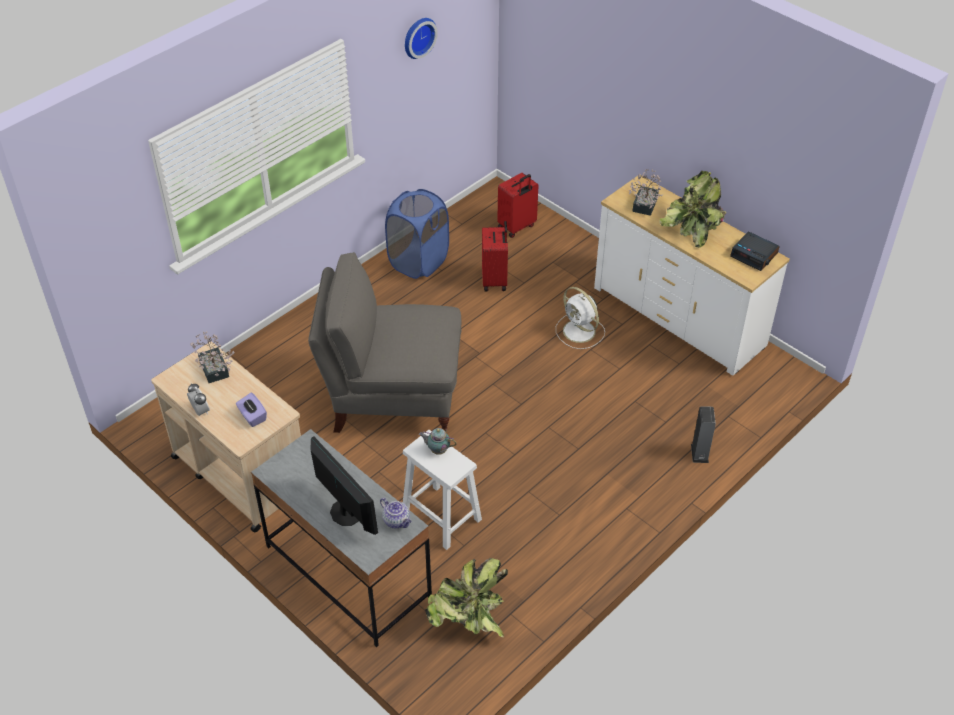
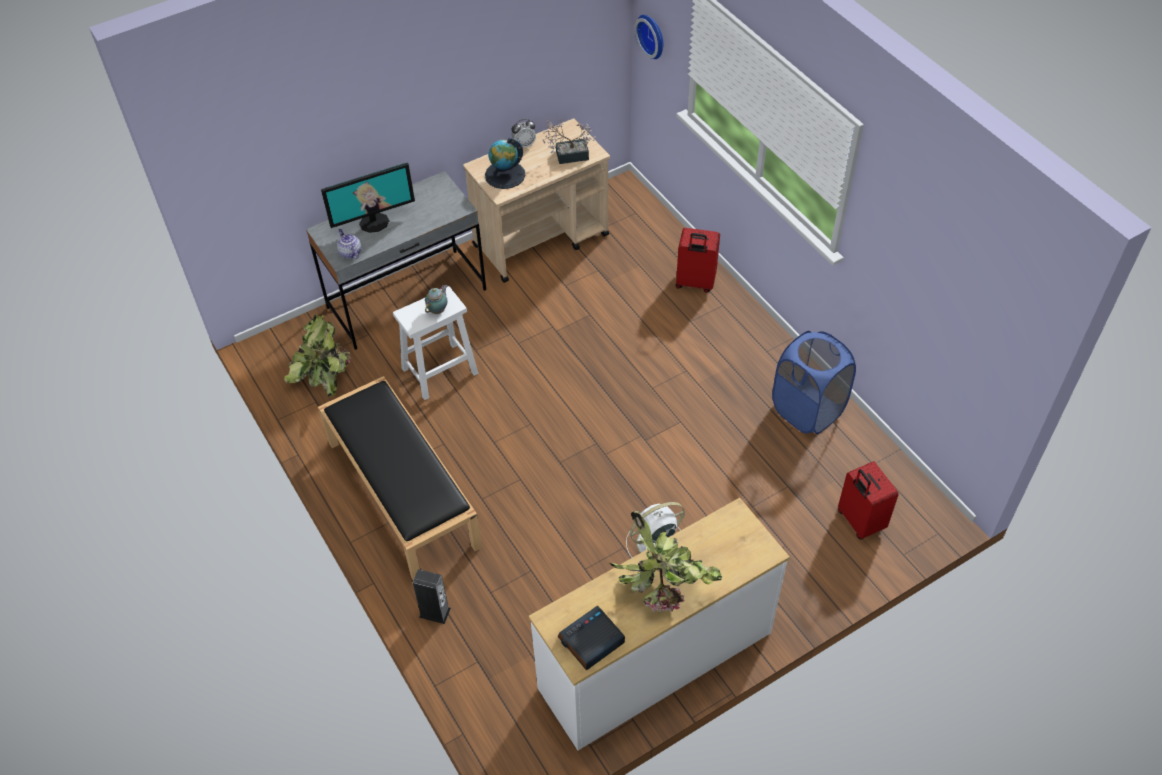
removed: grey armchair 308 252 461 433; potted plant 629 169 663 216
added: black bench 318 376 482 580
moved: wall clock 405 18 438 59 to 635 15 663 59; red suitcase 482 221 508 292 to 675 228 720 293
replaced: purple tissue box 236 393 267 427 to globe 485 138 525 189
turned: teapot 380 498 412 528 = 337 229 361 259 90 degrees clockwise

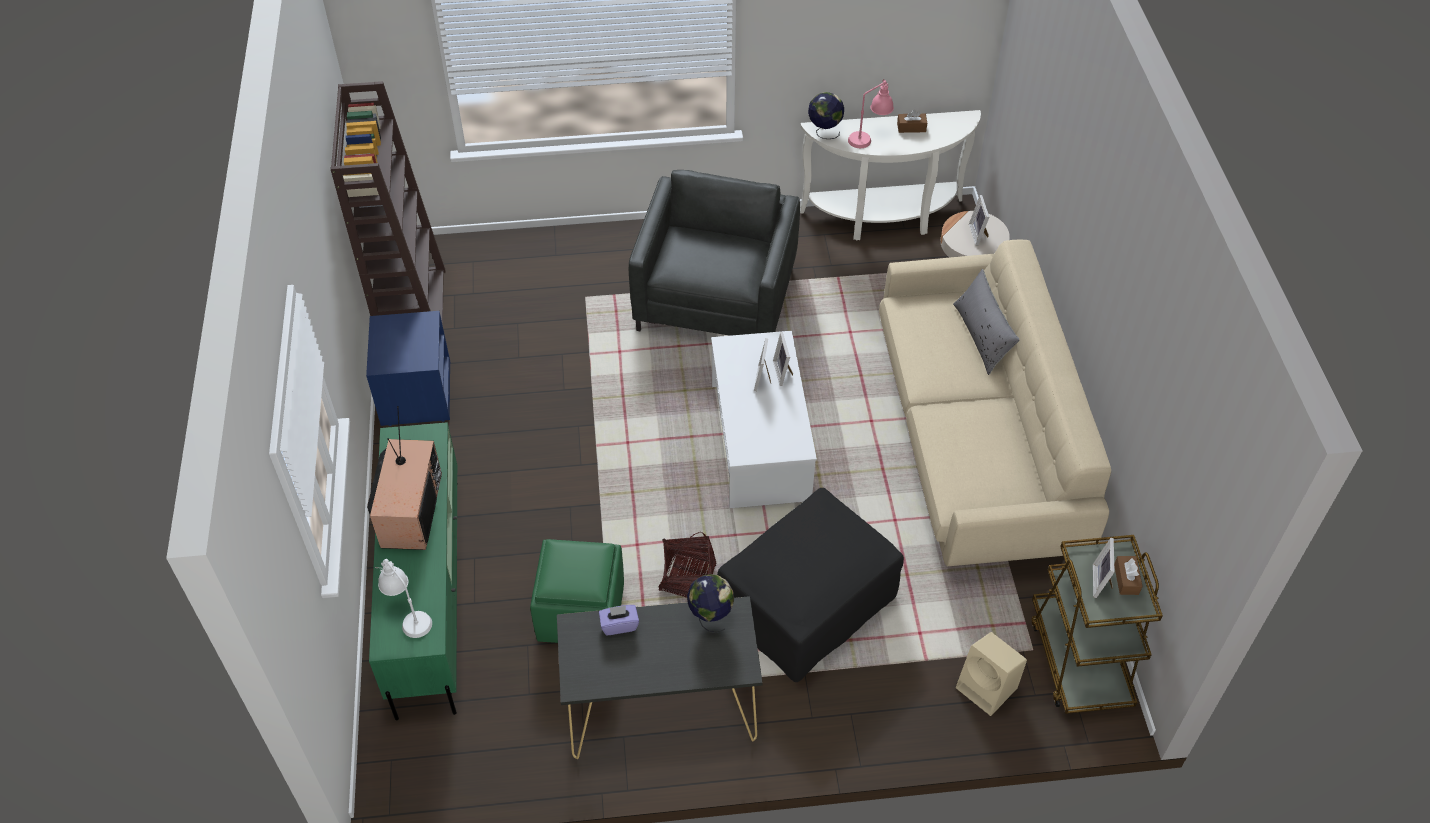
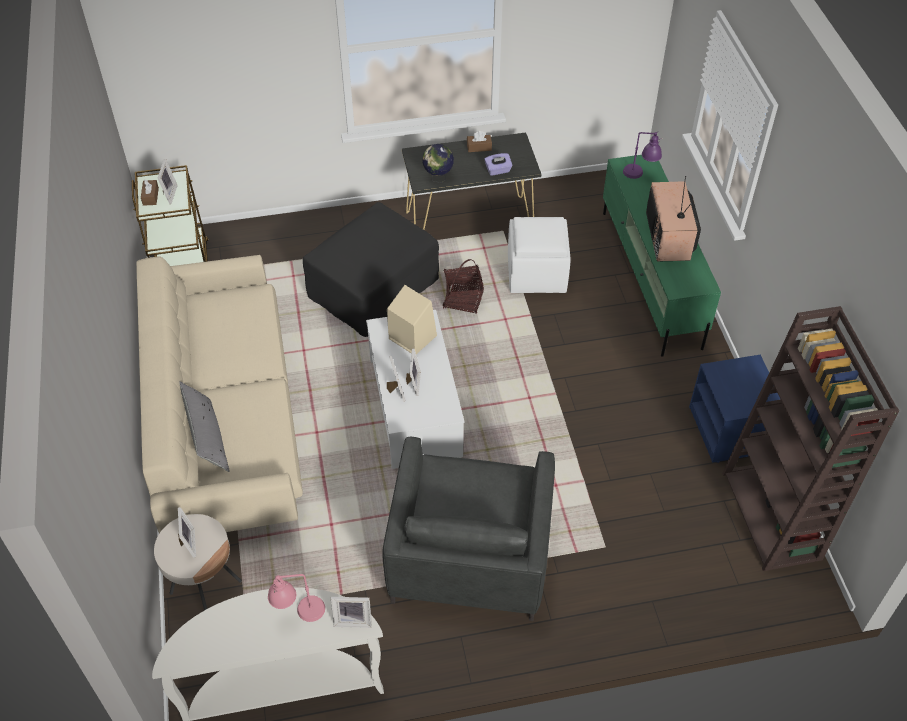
moved: brown tissue box 897 110 927 133 to 467 131 492 152; beige speaker 956 632 1027 716 to 387 285 437 354
replaced: globe 808 92 844 139 to picture frame 331 597 372 628
recoloured: white table lamp 375 559 432 638 to purple table lamp 623 132 663 179; green ottoman 530 539 624 643 to white ottoman 508 217 571 293

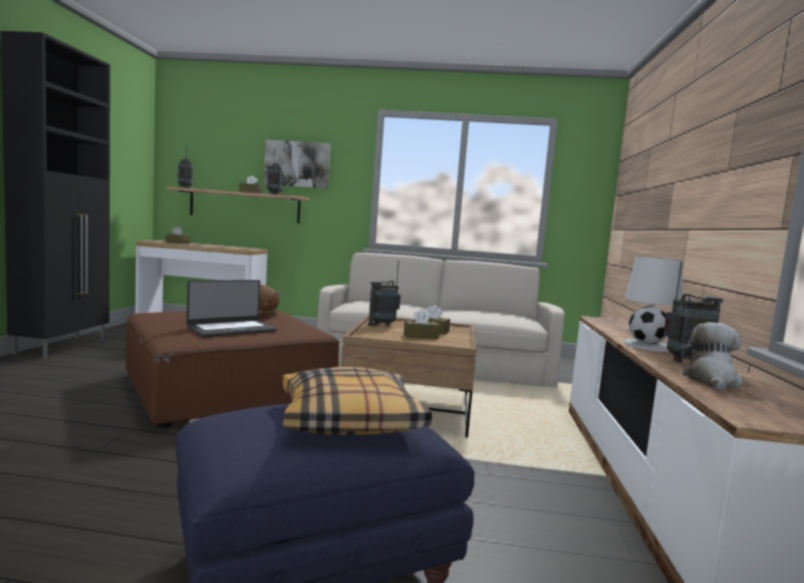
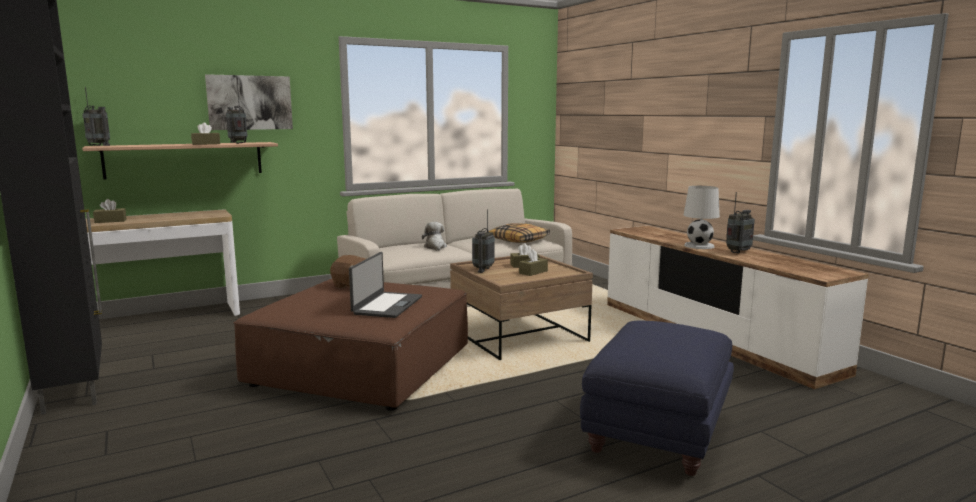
moved: pillow 283 367 432 435 to 489 223 550 243; plush toy 680 322 743 391 to 422 222 447 251

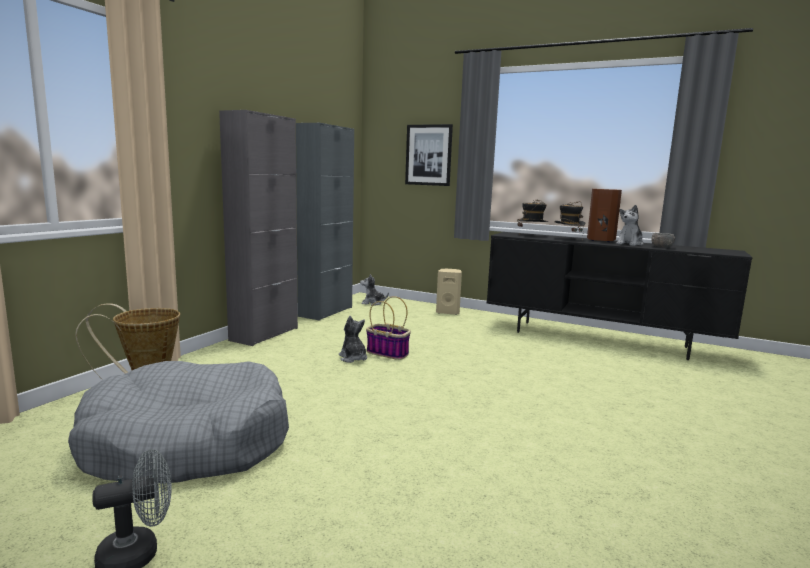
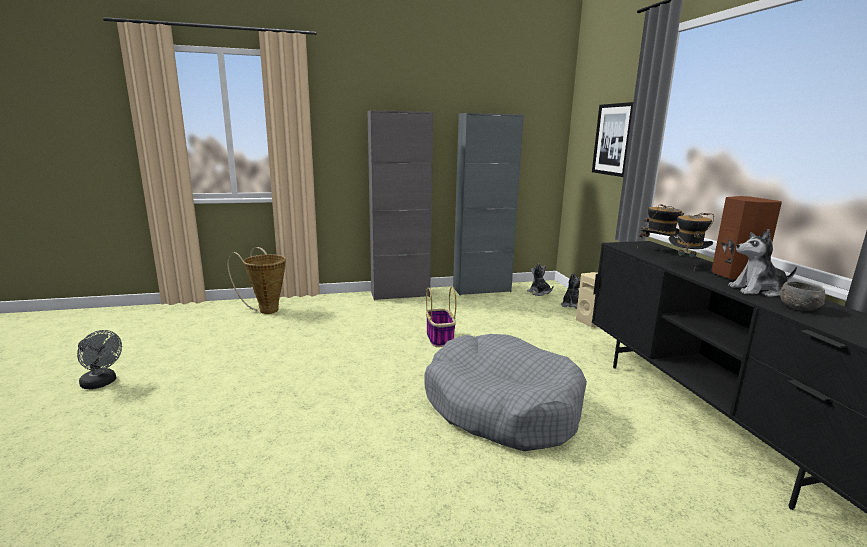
moved: grey dog bed 68 361 289 483 to 424 334 587 451; plush toy 339 316 367 363 to 561 273 580 309

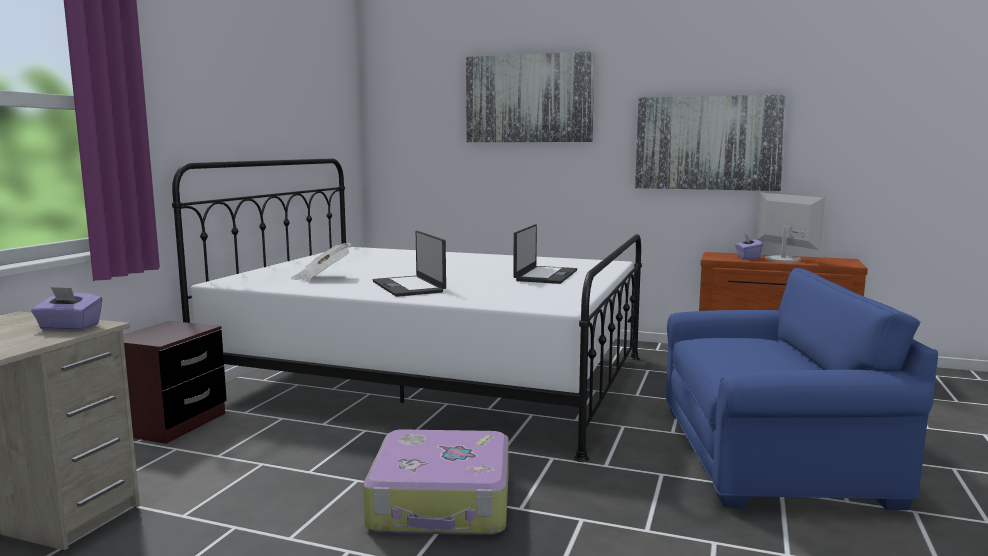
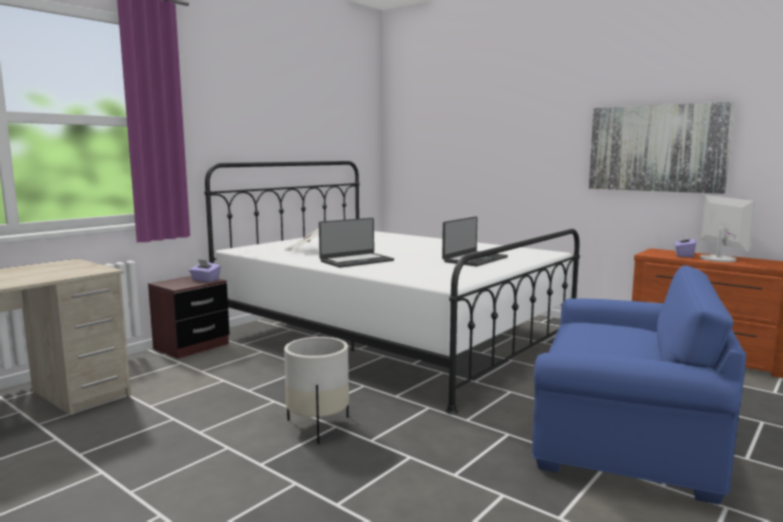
removed: picture 466 51 595 142
moved: purple tissue box 31 287 103 331 to 189 259 221 282
replaced: suitcase 363 429 509 535 to white planter 284 337 349 444
turned: laptop 373 231 446 297 = 319 218 394 268 120 degrees counterclockwise

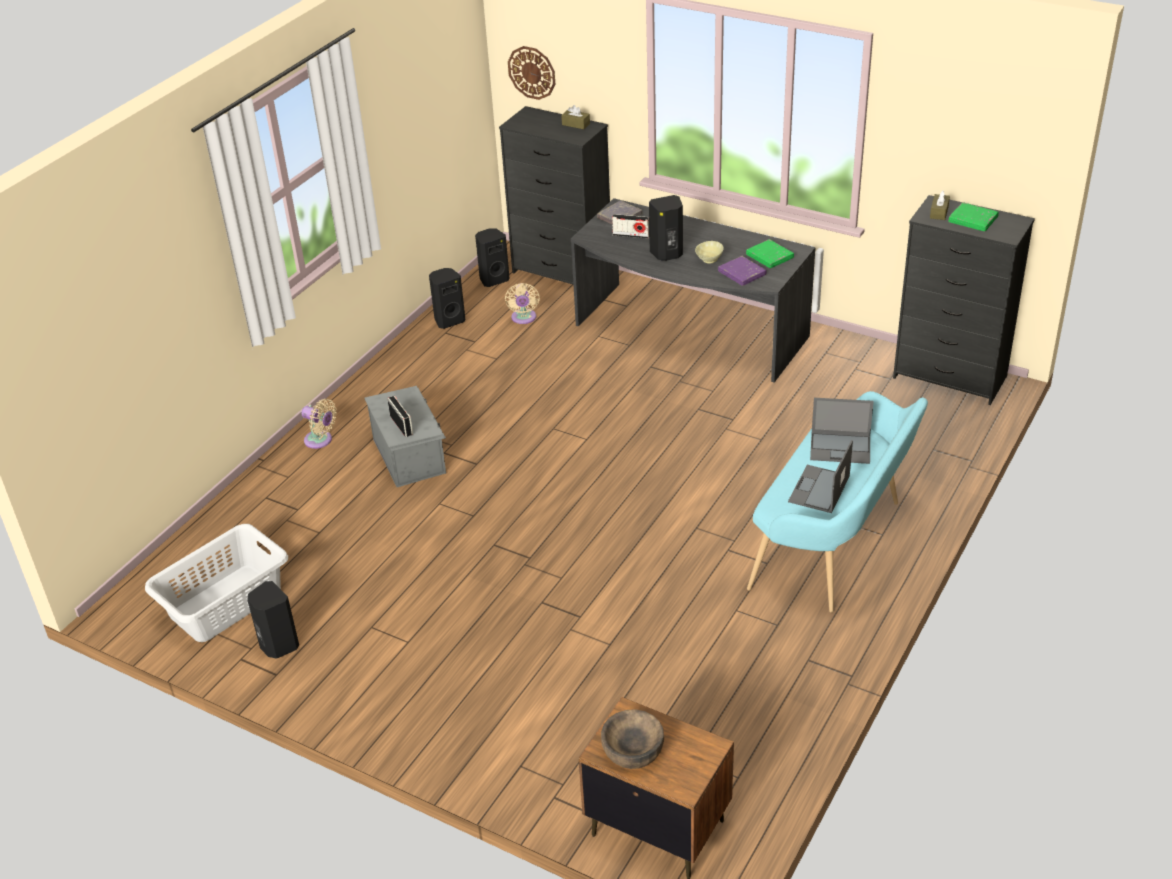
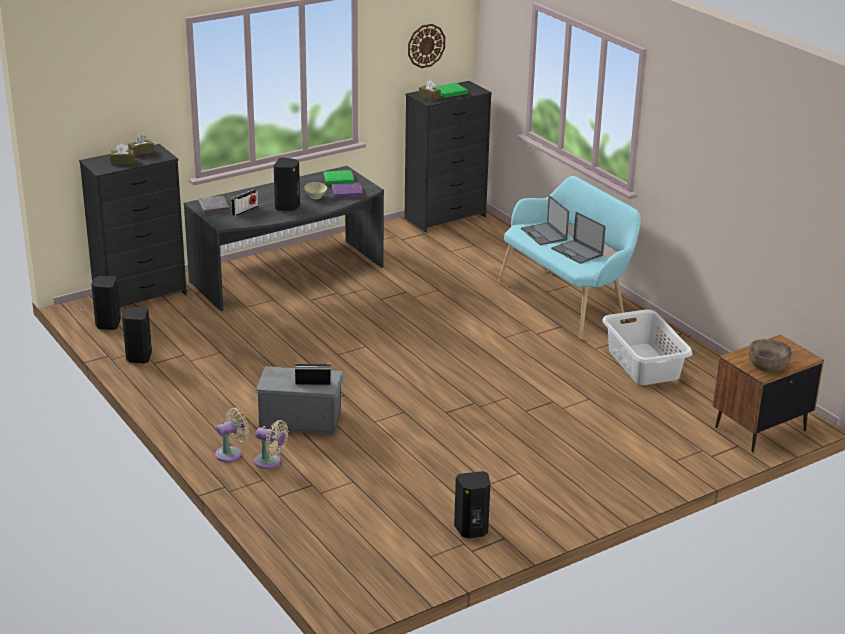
added: brown tissue box 110 143 135 164
moved: grey laundry basket 145 524 288 642 to 602 309 692 385; beige fan 505 283 540 324 to 254 420 289 469; wall clock 508 46 555 100 to 408 24 445 68
turned: laptop 810 398 874 464 = 521 195 569 245 120 degrees clockwise

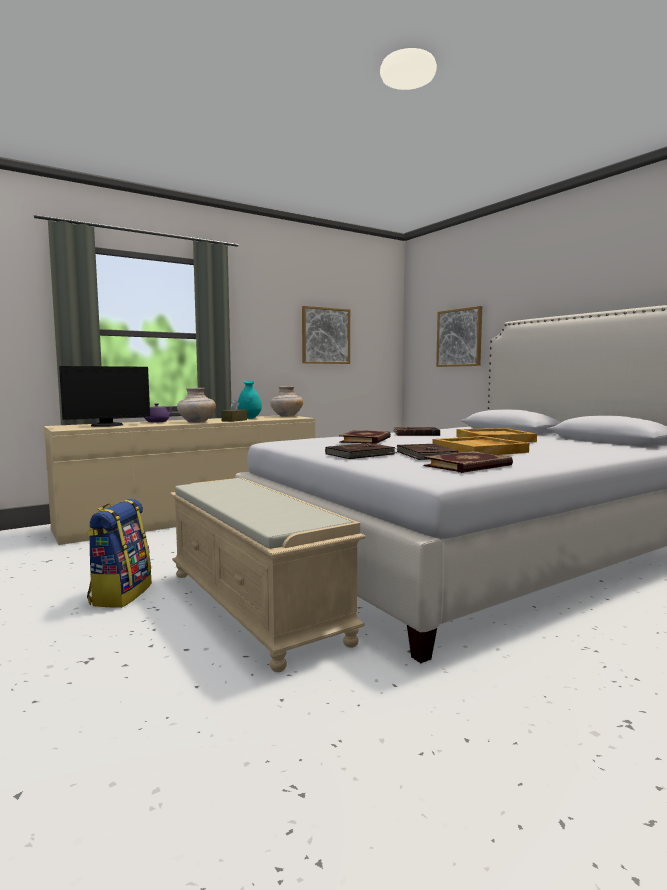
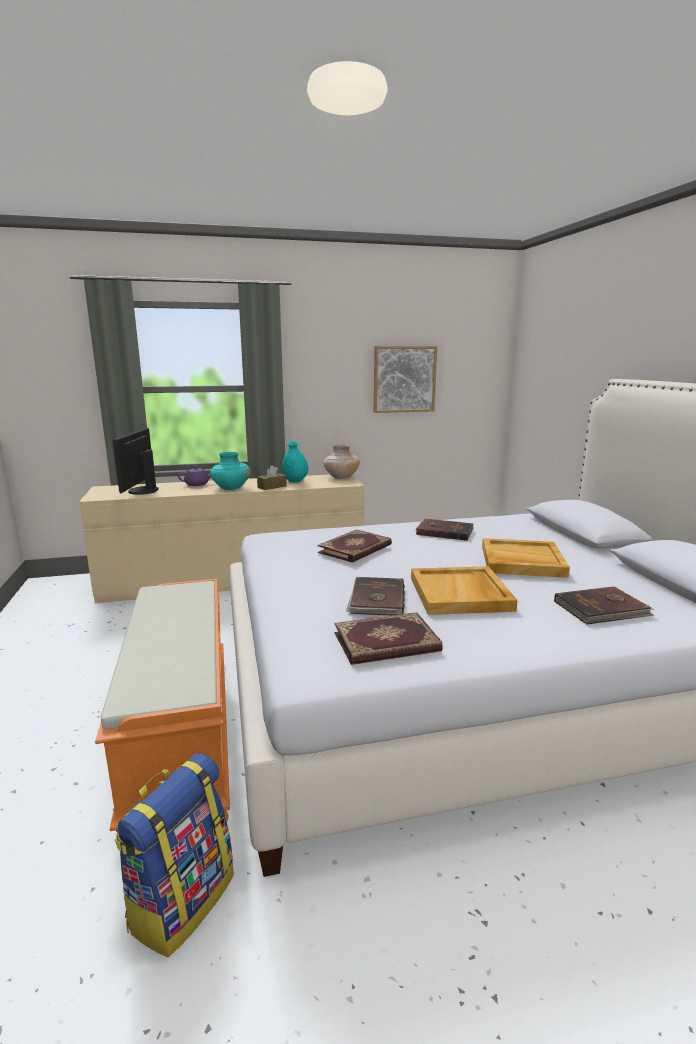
removed: picture 436 306 482 367
moved: backpack 87 499 151 608 to 115 753 234 957; brown book 325 443 398 459 to 554 586 654 625
recoloured: beige bench 170 478 366 672 to orange bench 95 579 230 841; beige vase 177 388 216 423 to turquoise vase 210 452 250 490
turned: monitor 59 366 150 427 = 113 428 159 495 105 degrees clockwise

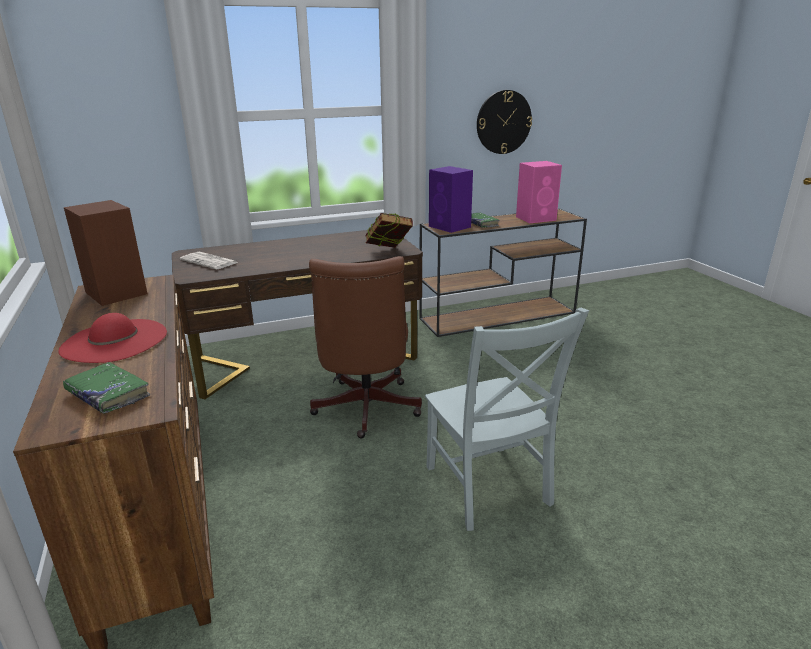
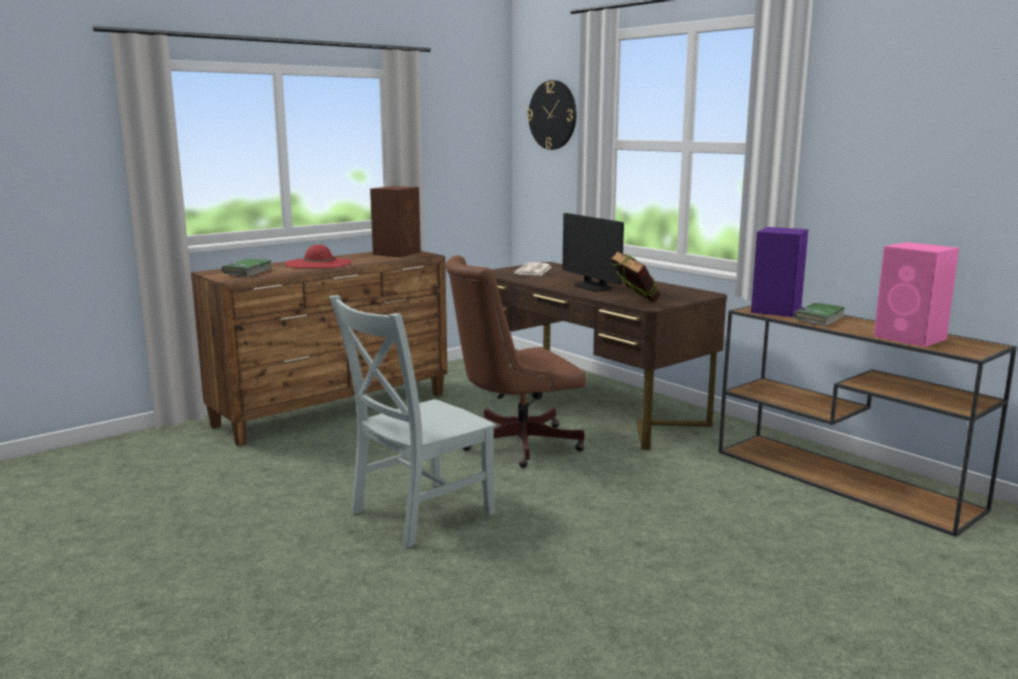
added: monitor 562 213 624 292
moved: wall clock 477 90 532 154 to 527 80 576 150

